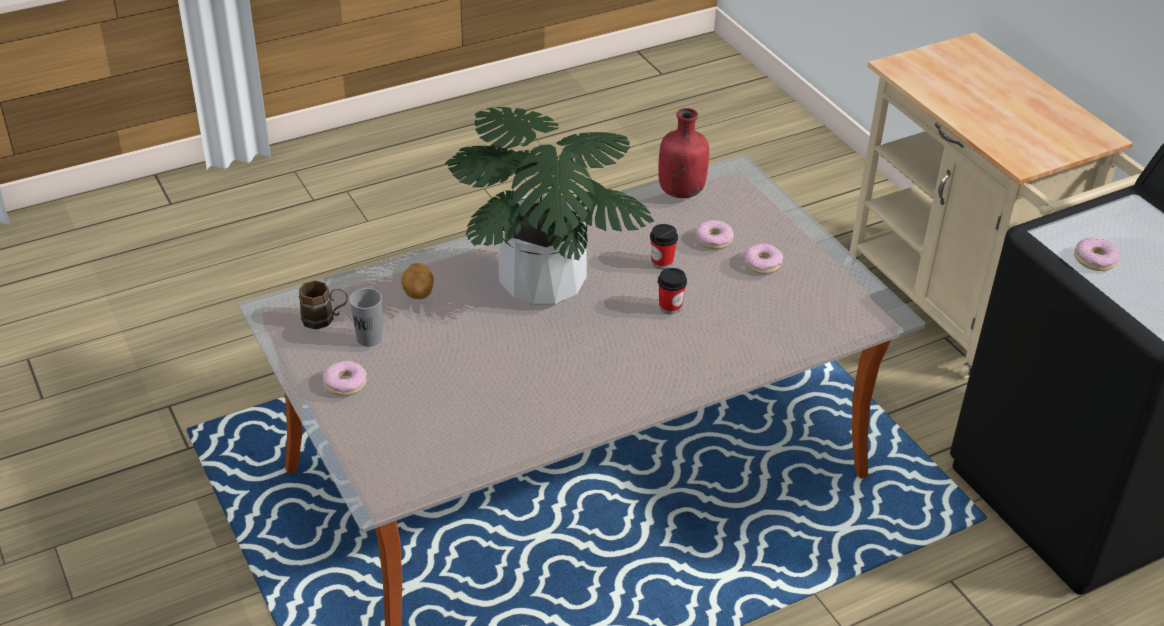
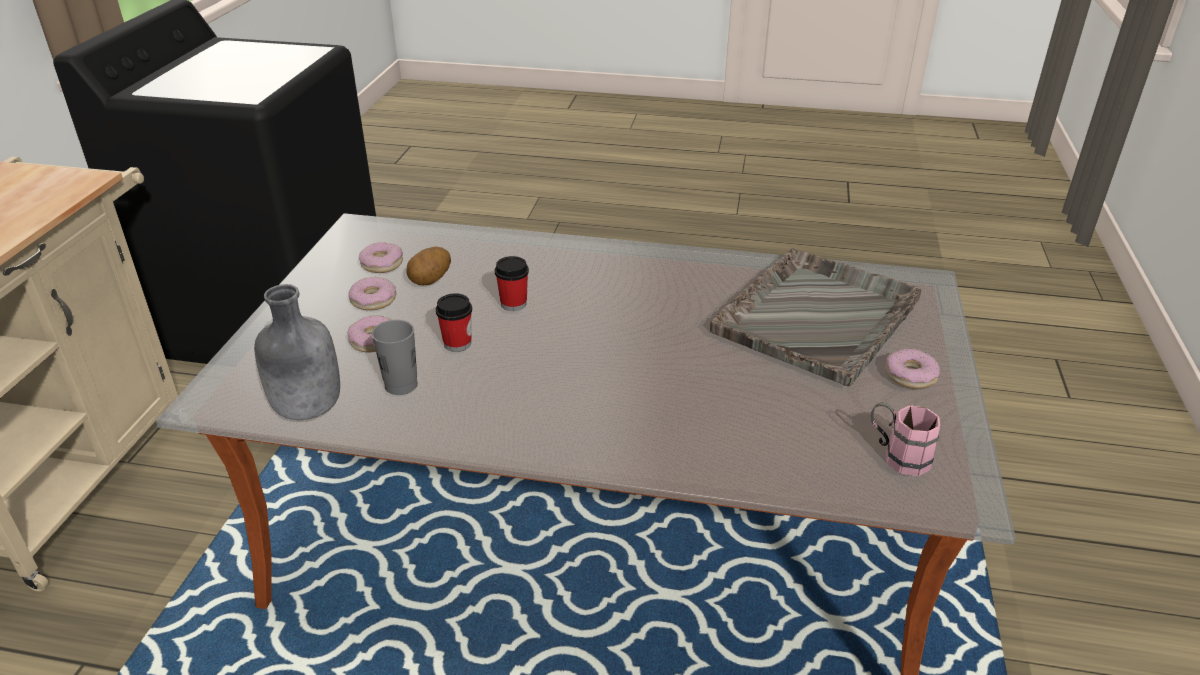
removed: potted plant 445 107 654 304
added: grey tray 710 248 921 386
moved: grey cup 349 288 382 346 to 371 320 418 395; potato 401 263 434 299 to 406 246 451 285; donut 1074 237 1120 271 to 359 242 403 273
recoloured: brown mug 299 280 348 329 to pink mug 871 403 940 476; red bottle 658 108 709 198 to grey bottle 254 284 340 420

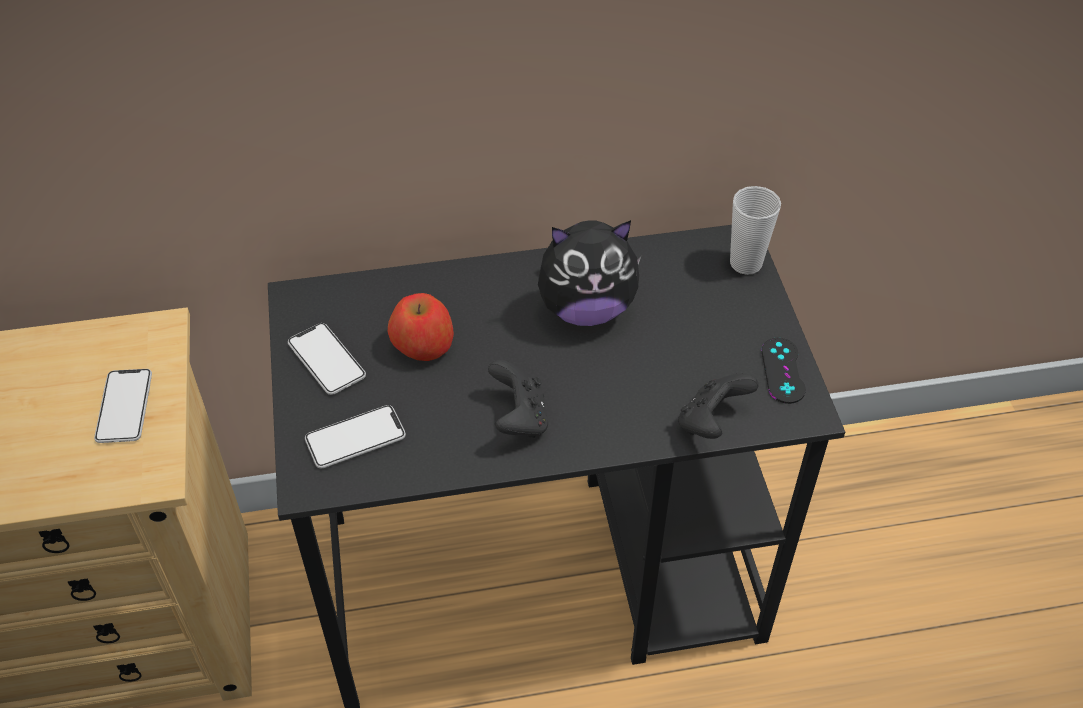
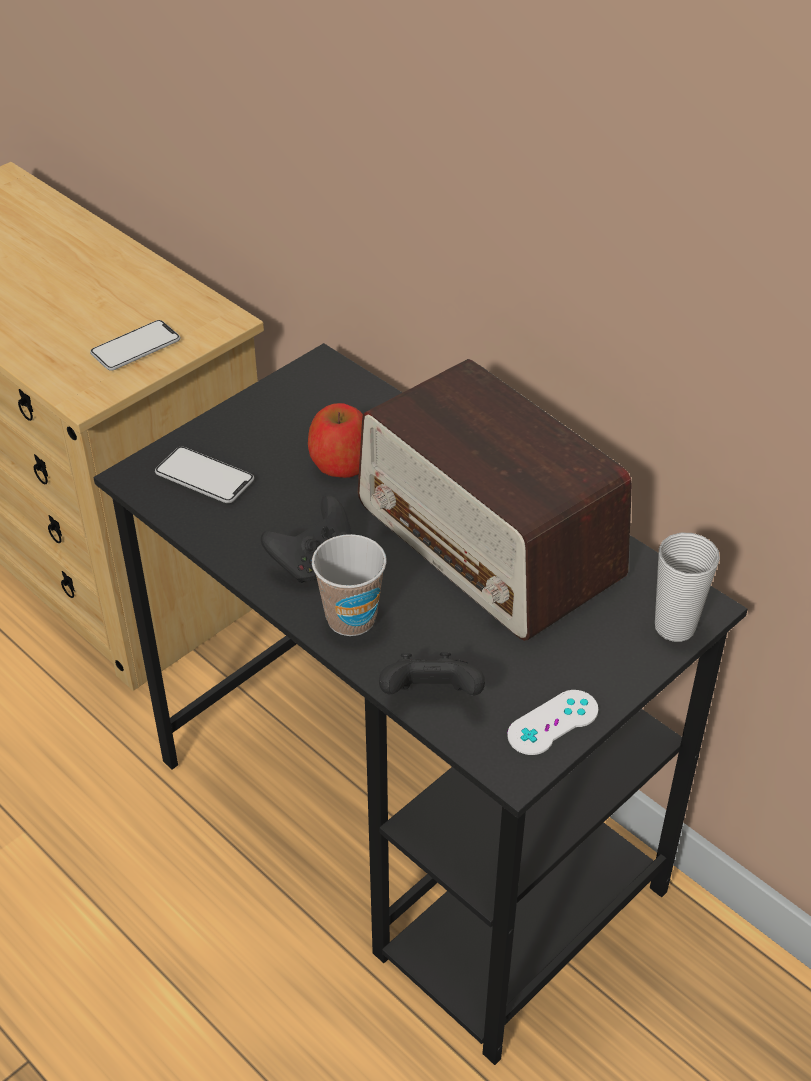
removed: phone 288 323 366 395
added: cup 312 534 387 636
replaced: plush toy 538 220 642 326 to radio 358 359 632 641
recoloured: black game controller 762 338 806 404 to white game controller 507 690 598 755

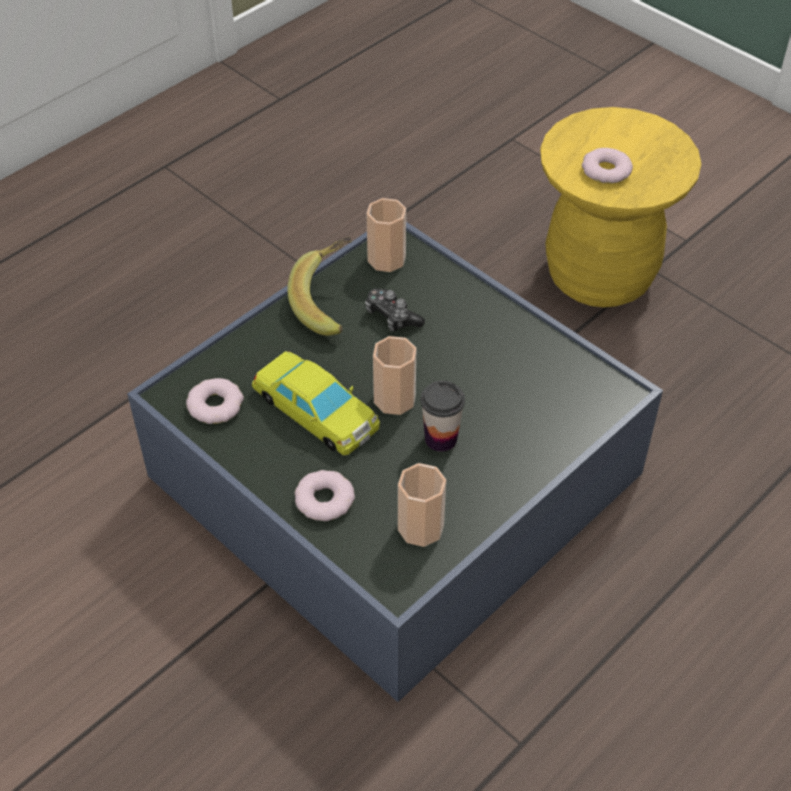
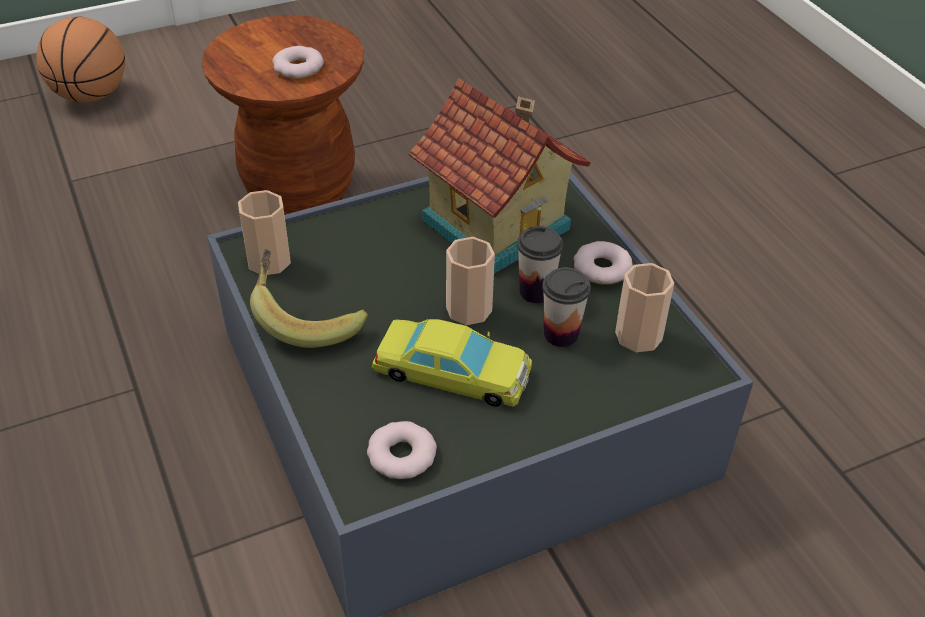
removed: game controller 365 288 425 332
added: basketball 36 16 125 103; toy house 408 78 591 274; cup 542 267 591 347
moved: donut 295 470 355 521 to 574 241 633 285
recoloured: yellow stool 540 107 701 308 to brown stool 202 15 364 215
turned: yellow toy car 252 351 380 456 = 371 319 532 407 45 degrees clockwise

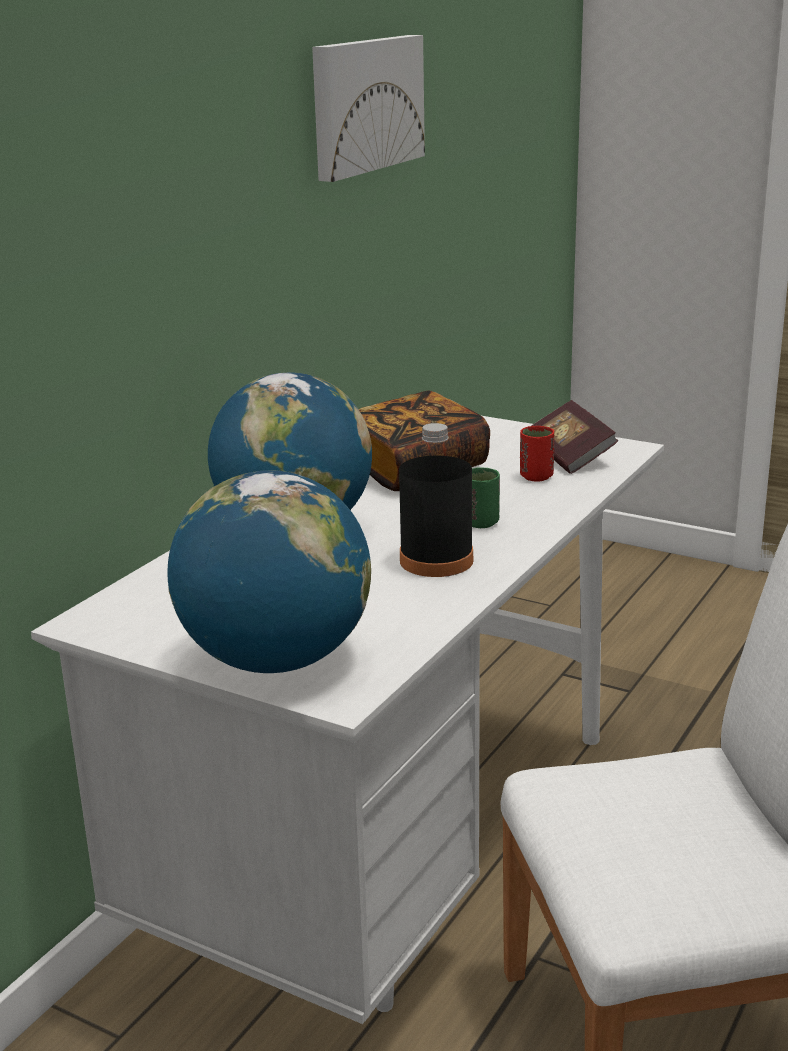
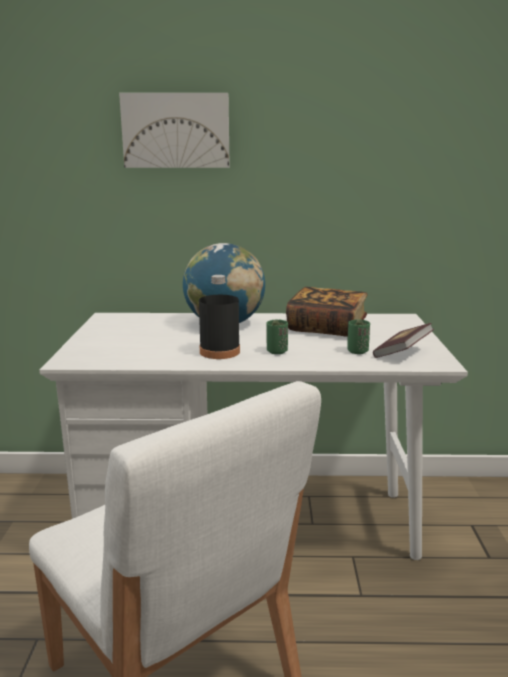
removed: globe 167 470 371 673
moved: picture 312 35 425 182 to 119 93 230 168
recoloured: red cup 520 426 554 482 to green cup 347 319 370 354

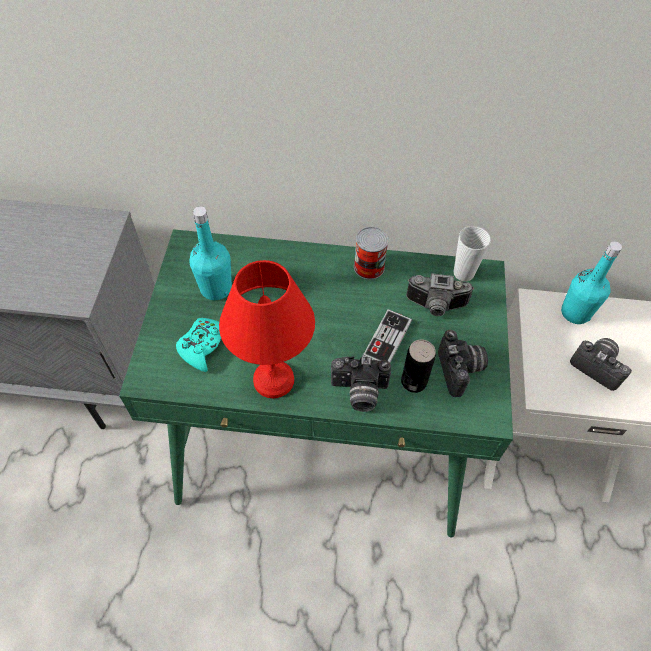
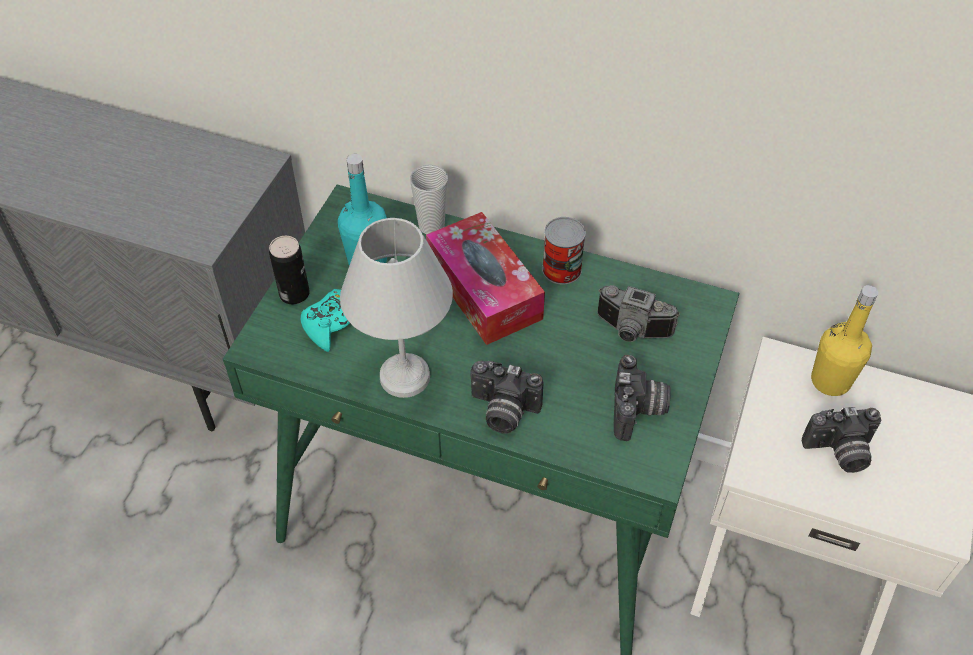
removed: game controller 362 309 412 363
added: tissue box 426 212 545 345
moved: can 401 340 436 393 to 269 236 310 304; cup 454 226 491 281 to 410 165 448 234
recoloured: red table lamp 219 260 315 399 to white table lamp 340 218 453 398; turquoise bottle 561 241 622 324 to yellow bottle 811 285 878 396
turned: photo camera 570 338 632 391 = 802 407 881 473 120 degrees clockwise

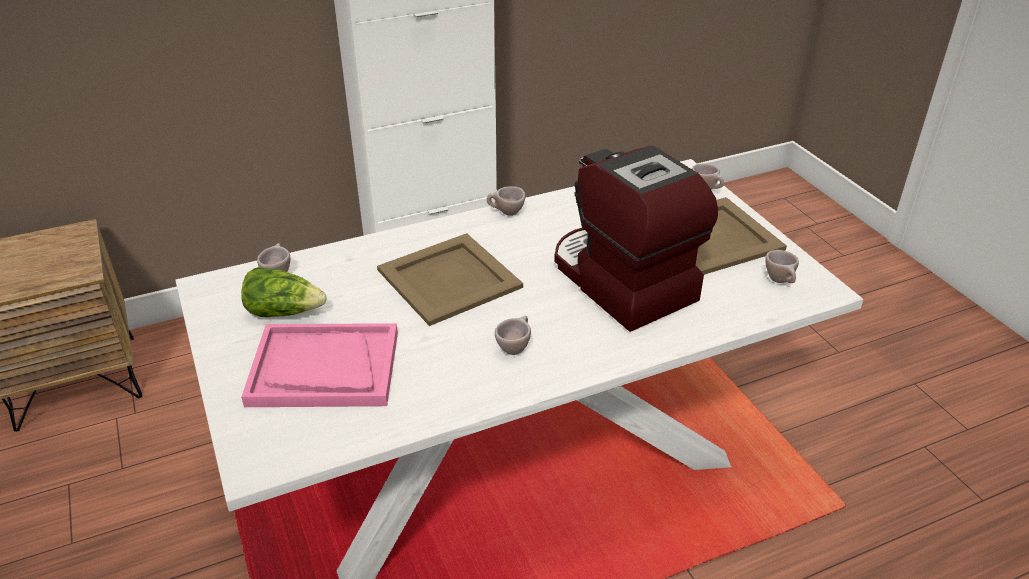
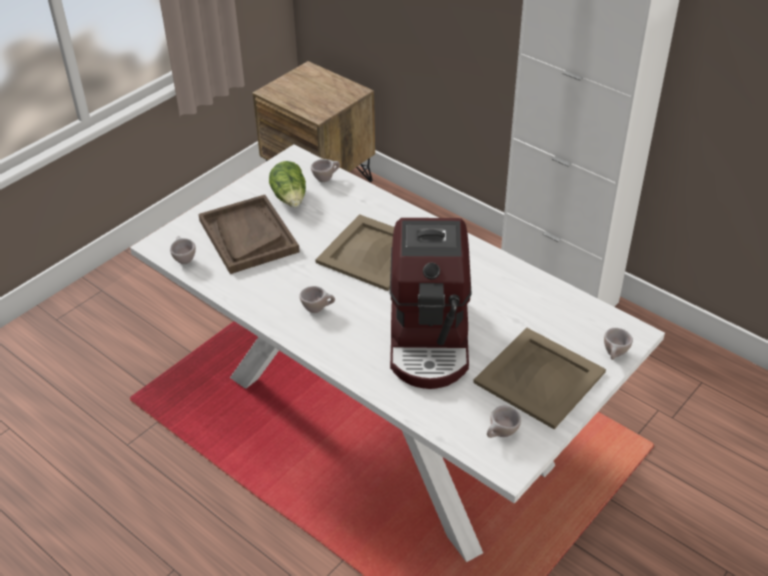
moved: beige cup 487 186 525 216 to 170 236 196 264
recoloured: pink tray 241 323 398 407 to brown tray 199 195 300 274
turned: coffee machine 554 146 718 332 = 390 218 471 389 150 degrees clockwise

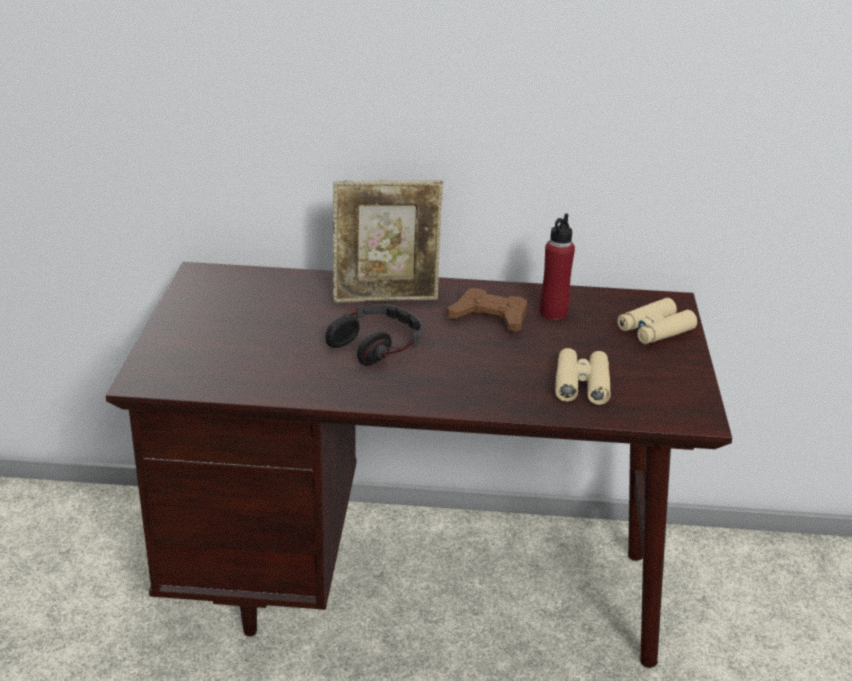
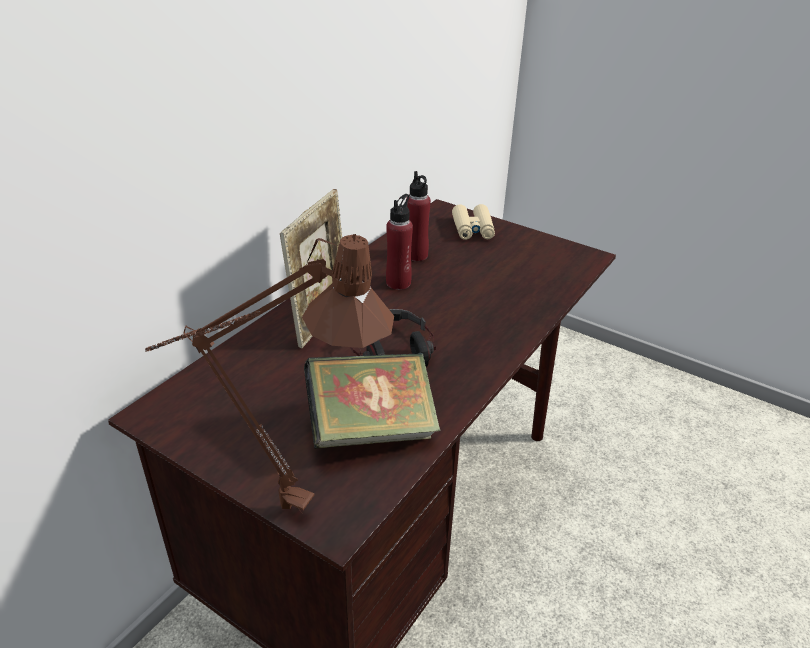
removed: beige binoculars 555 348 611 405
added: brown table lamp 145 234 394 513; book 304 353 441 449
replaced: brown game controller 447 288 527 332 to red bottle 386 194 413 290

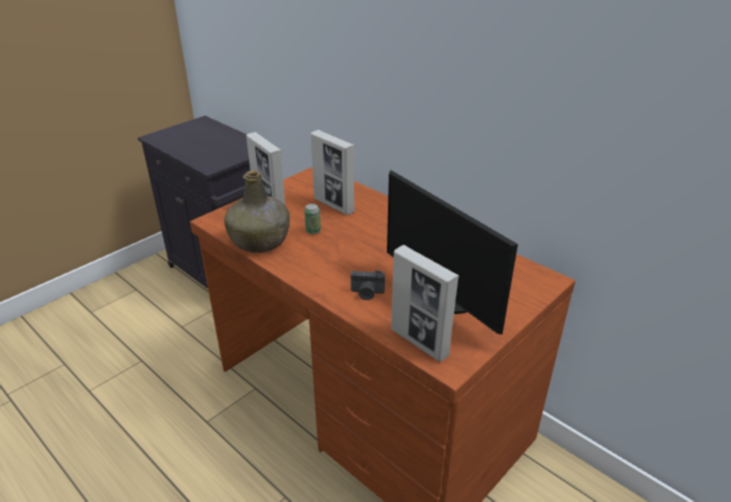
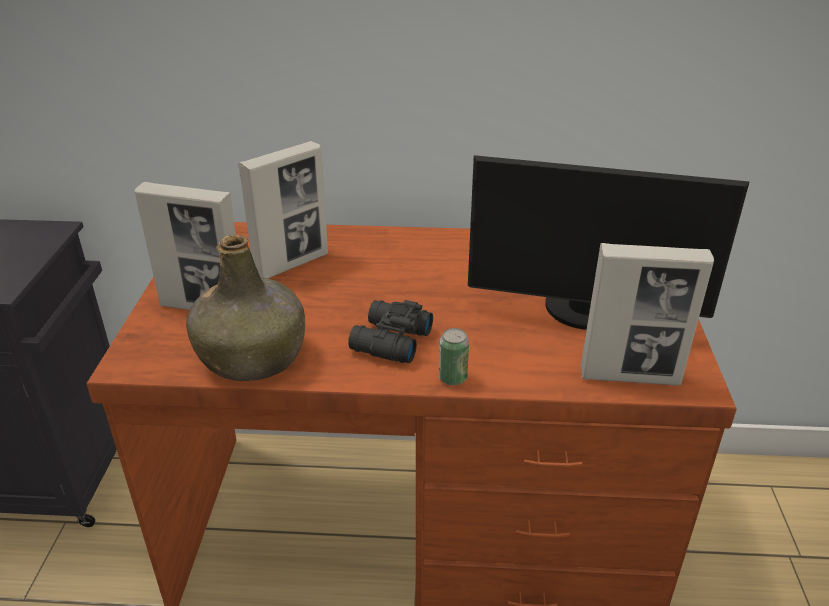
removed: photo camera 351 270 385 300
added: black binoculars 348 300 433 363
moved: can 304 203 321 234 to 439 328 469 385
turned: picture frame 311 130 355 215 = 238 141 328 279 45 degrees counterclockwise

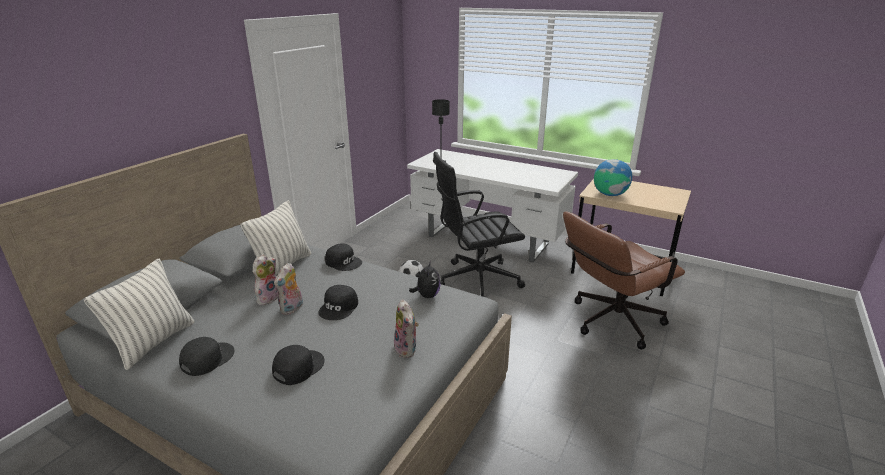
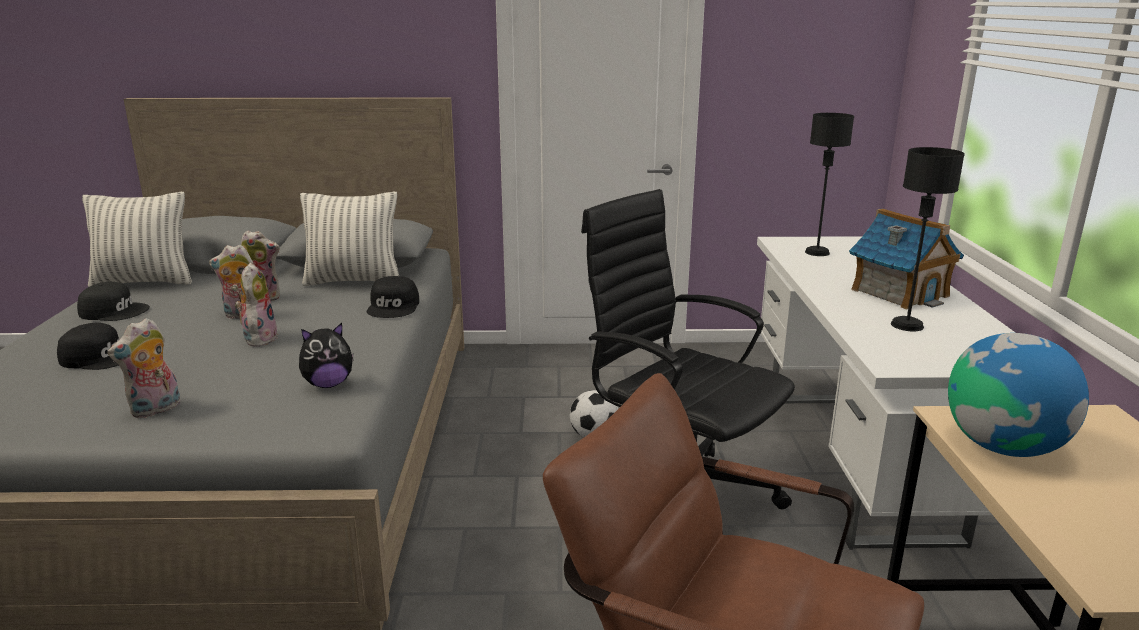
added: toy house 849 209 964 310; black table lamp 891 147 965 331
replaced: black cap 318 285 358 320 to plush toy 235 263 278 347

